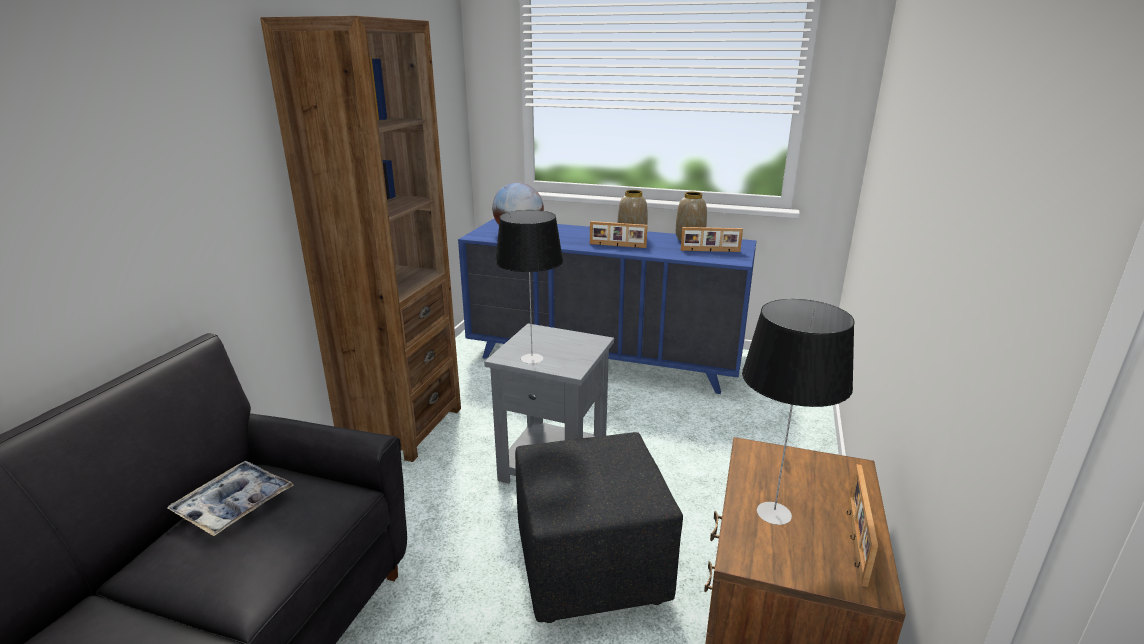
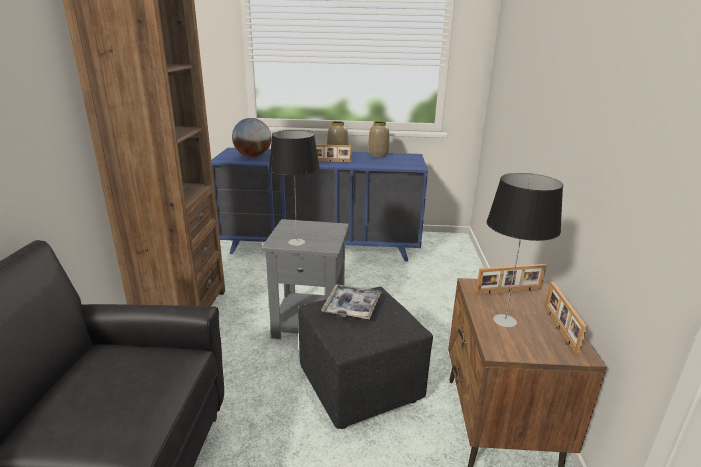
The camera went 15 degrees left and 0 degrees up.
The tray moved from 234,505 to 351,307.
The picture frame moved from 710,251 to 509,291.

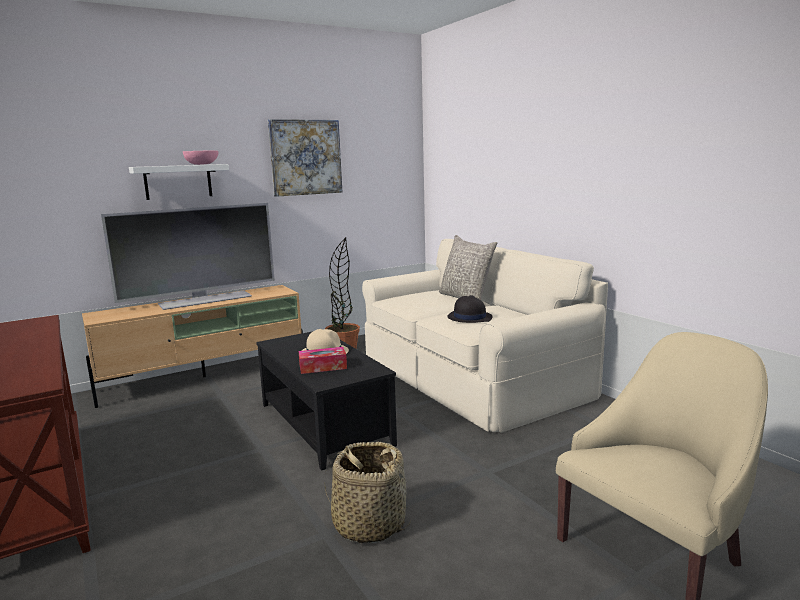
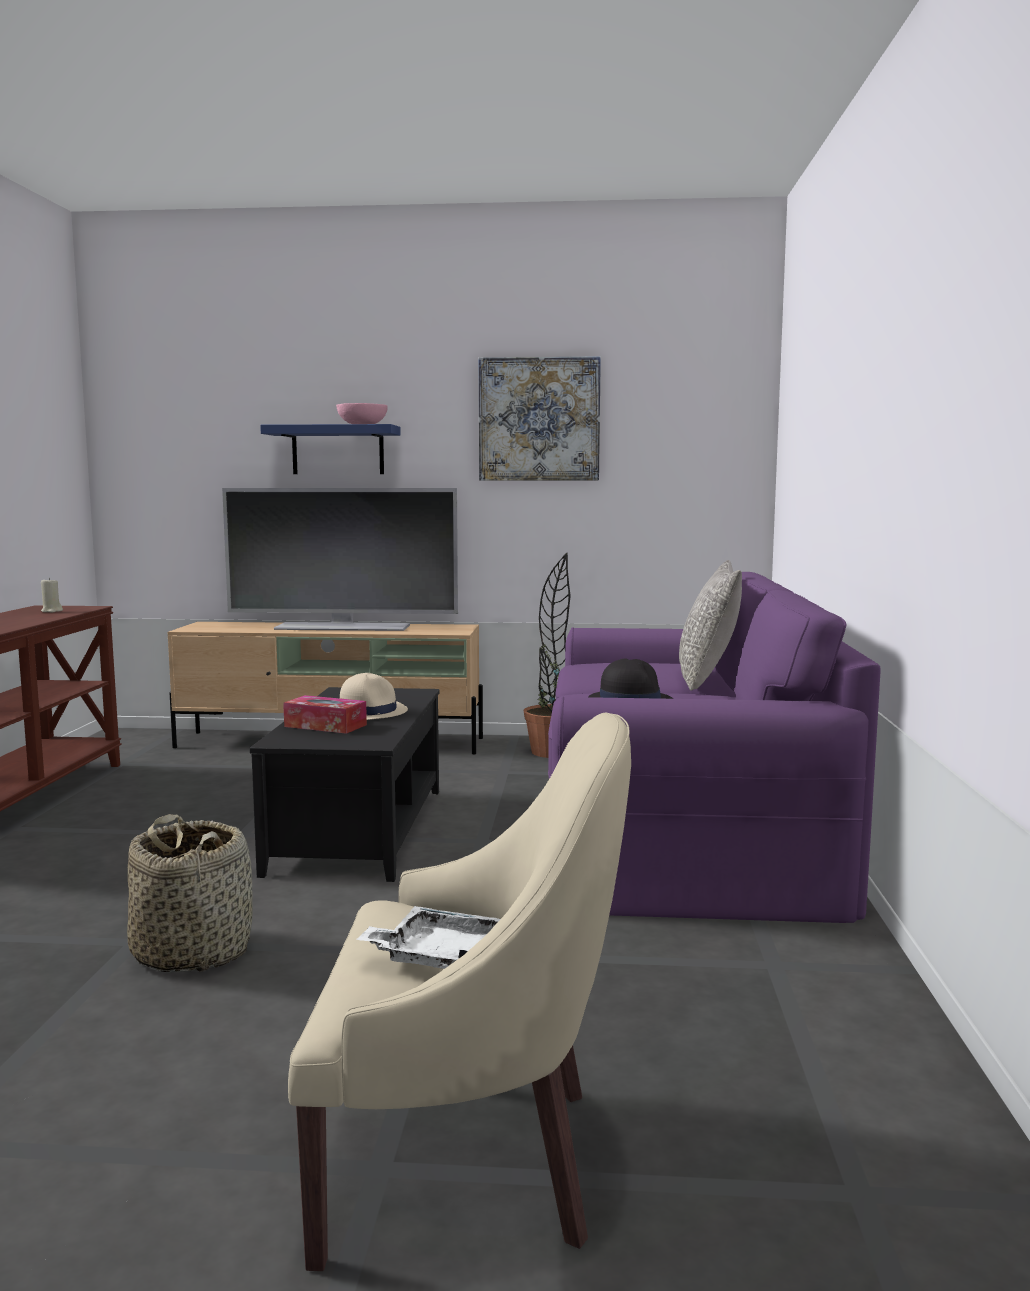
The camera went 35 degrees right and 5 degrees down.
The beige candle at 51,611 appeared.
The white shelf at 178,181 became the blue shelf at 338,450.
The white tray at 437,956 appeared.
The beige sofa at 471,376 became the purple sofa at 682,830.

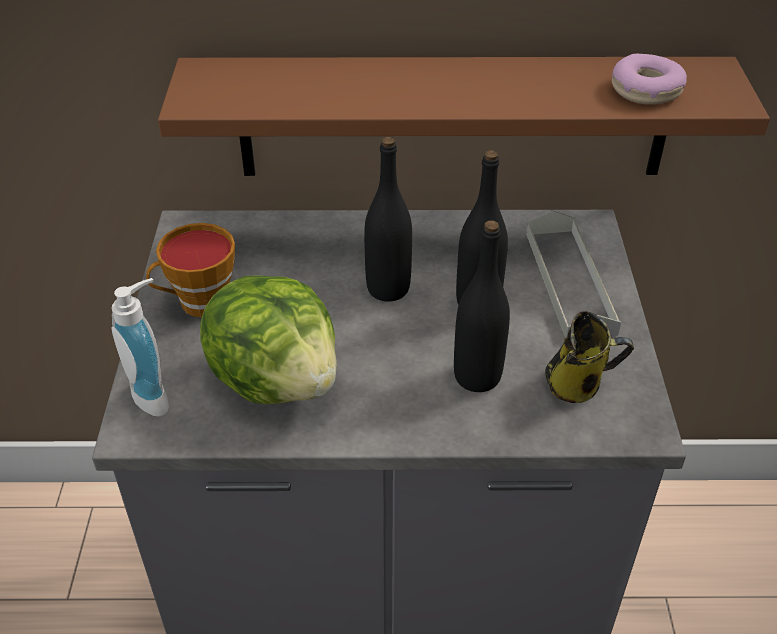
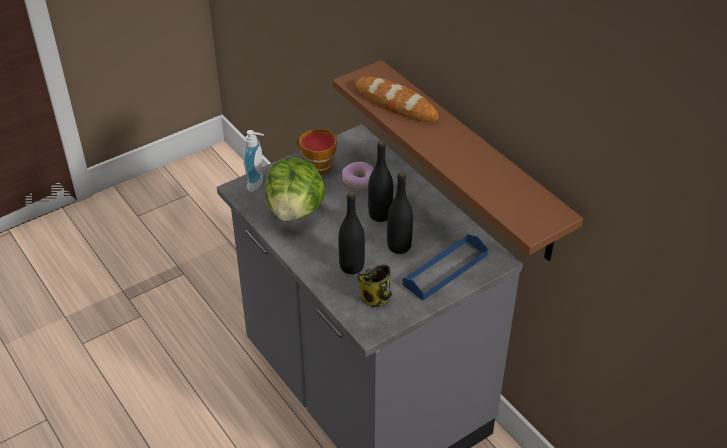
The camera went 55 degrees right and 0 degrees up.
The donut moved from 646,90 to 359,180.
The bread at 395,104 appeared.
The grey tray at 569,281 became the blue tray at 445,270.

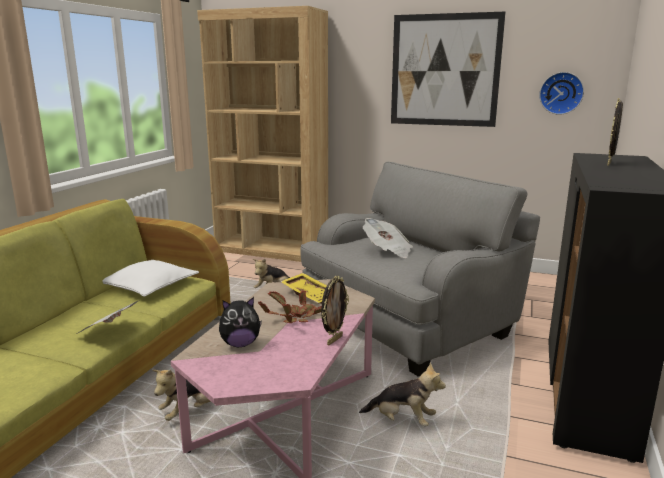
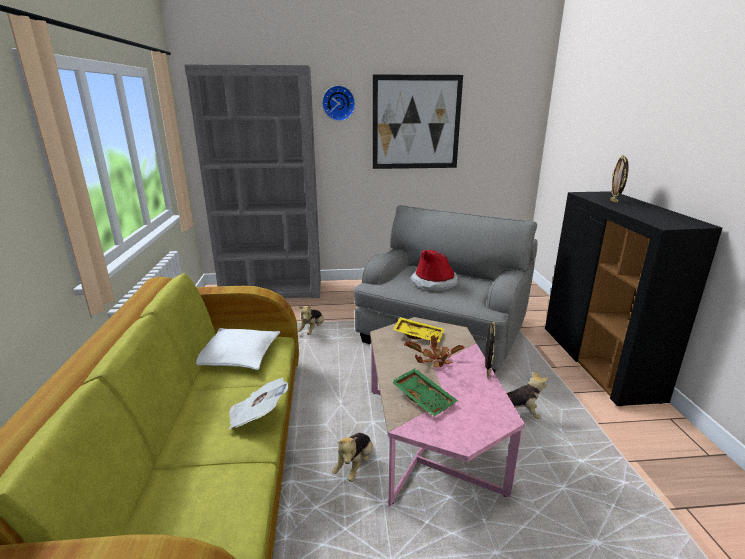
The camera went 25 degrees left and 5 degrees up.
The brown bookcase at 272,250 became the grey bookcase at 273,290.
The wall clock moved from 561,93 to 338,103.
The plush toy at 240,344 was replaced by the green tray at 424,397.
The newspaper at 387,251 was replaced by the hat at 434,283.

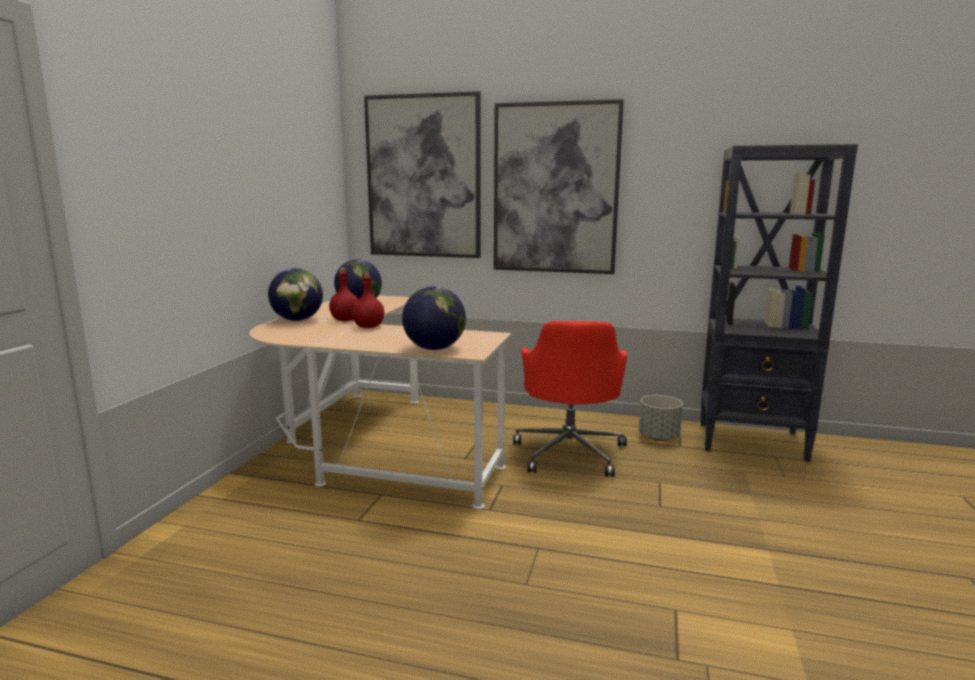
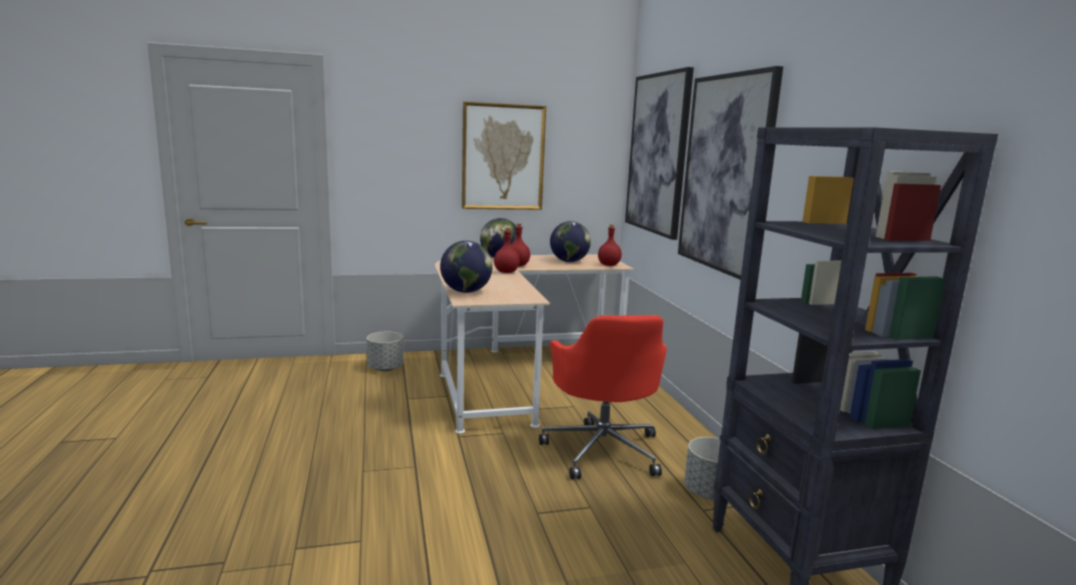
The camera went 60 degrees right and 0 degrees up.
The grey planter at 385,368 appeared.
The picture at 503,157 appeared.
The red office chair at 570,452 turned 75 degrees counterclockwise.
The red bottle at 609,265 appeared.

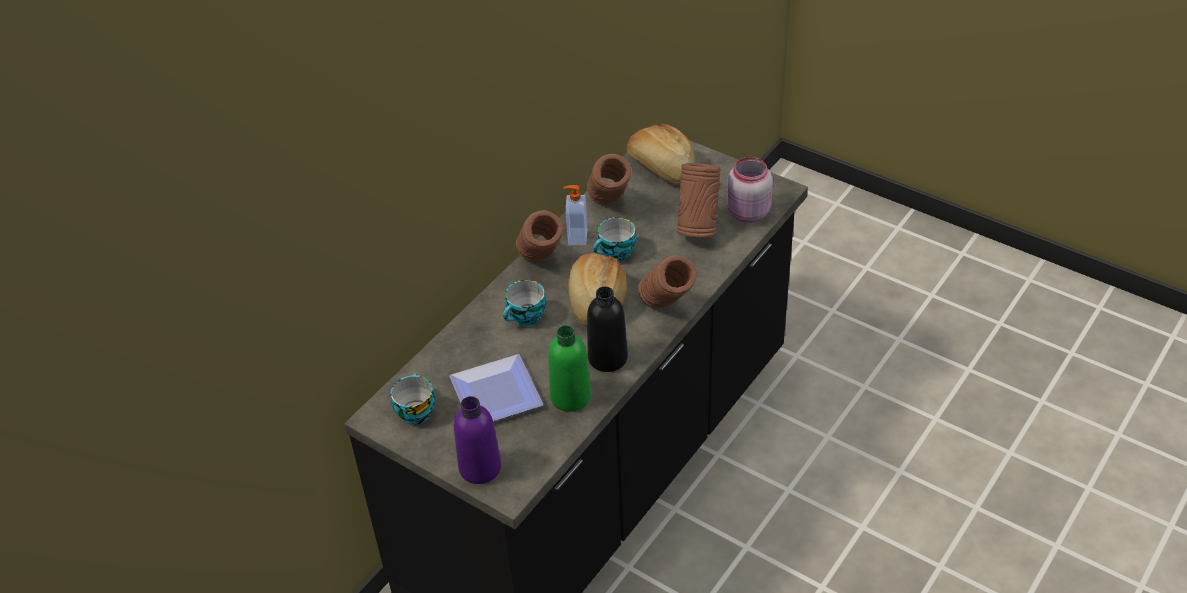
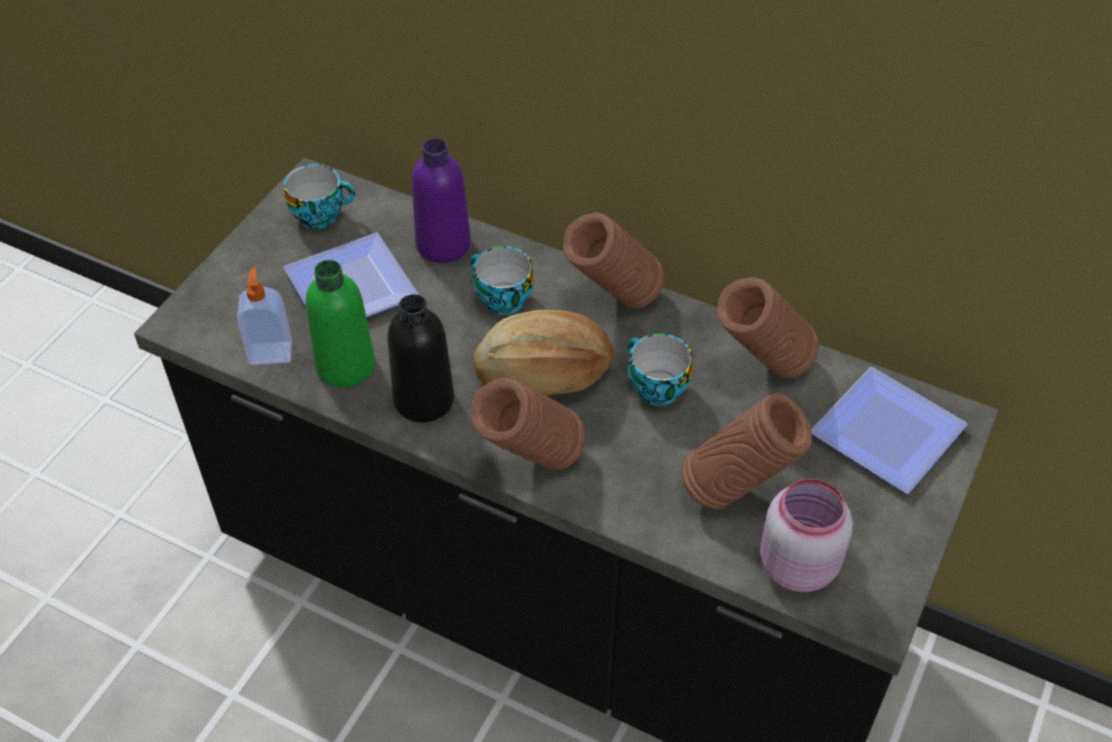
The camera went 80 degrees right and 5 degrees up.
The soap dispenser moved from 576,237 to 270,351.
The purple bottle moved from 480,468 to 443,244.
The bread at 661,167 was replaced by the plate at 885,428.

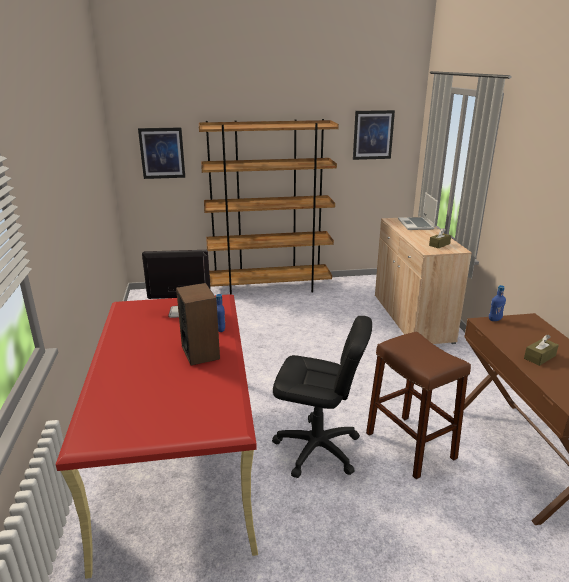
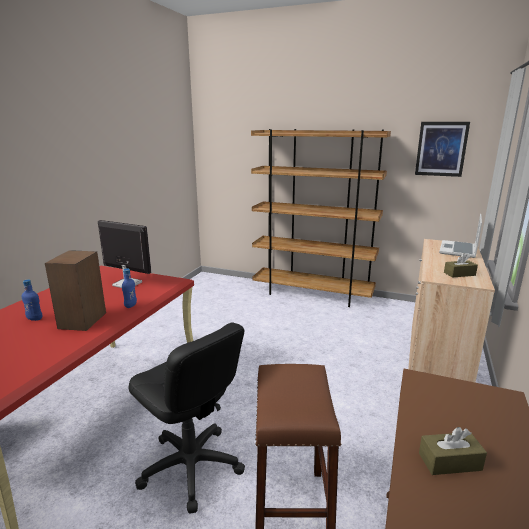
The camera went 30 degrees right and 5 degrees down.
The blue bottle moved from 494,319 to 34,319.
The picture at 162,153 disappeared.

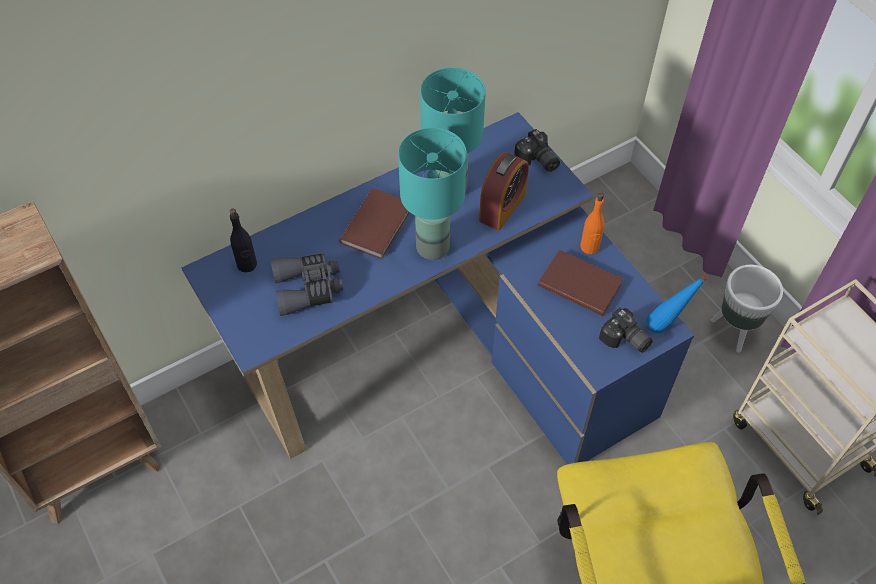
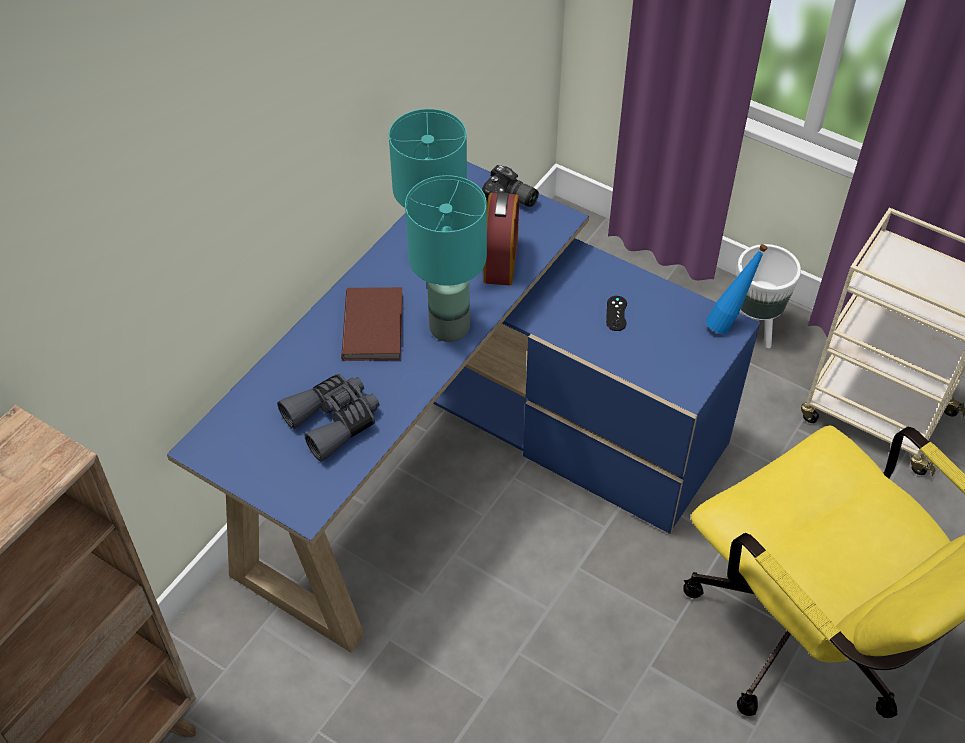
The camera went 25 degrees left and 5 degrees down.
The brown book at 579,283 was replaced by the black game controller at 616,313.
The black bottle at 247,264 disappeared.
The orange bottle at 589,247 disappeared.
The photo camera at 625,340 disappeared.

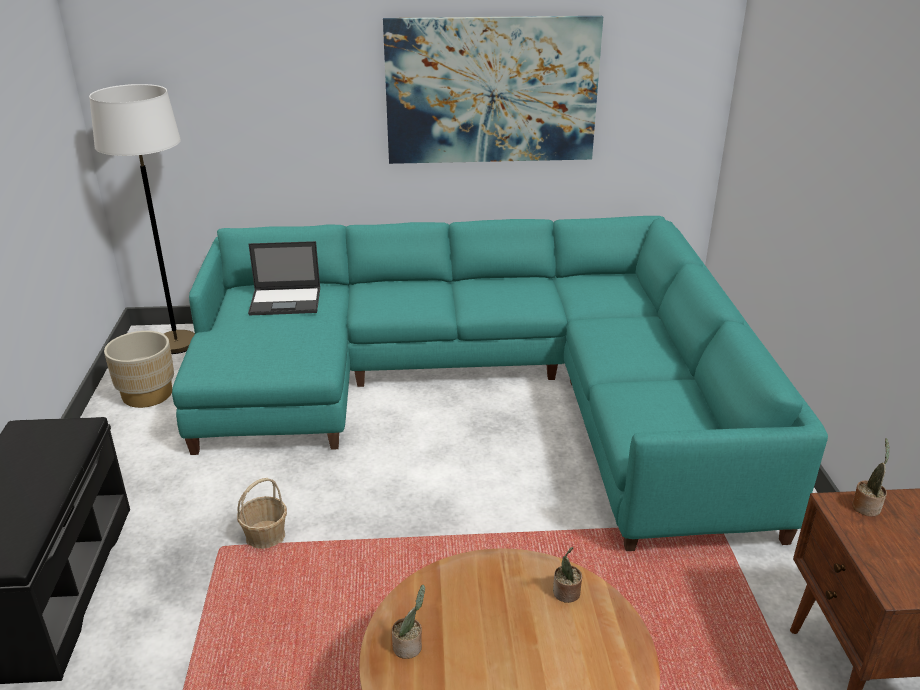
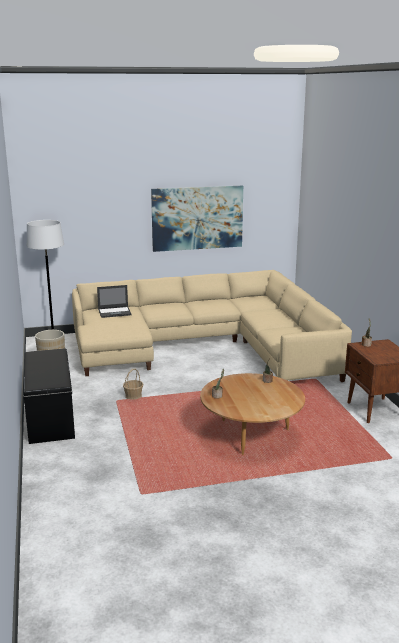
The camera went 10 degrees left and 10 degrees down.
The turquoise sofa at 488,386 became the beige sofa at 207,346.

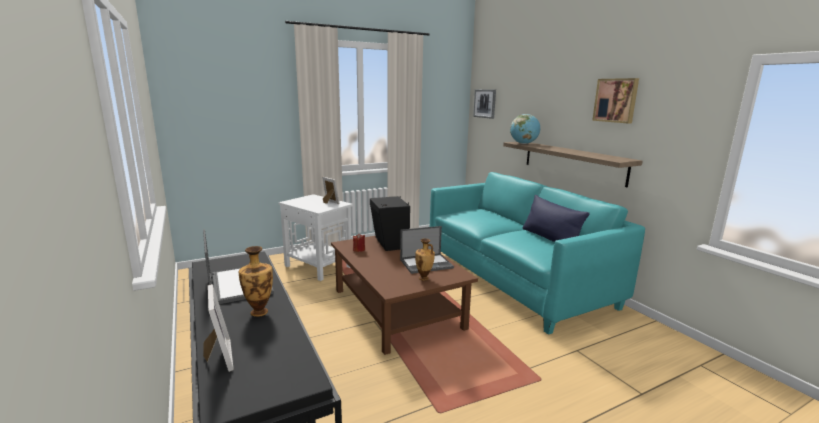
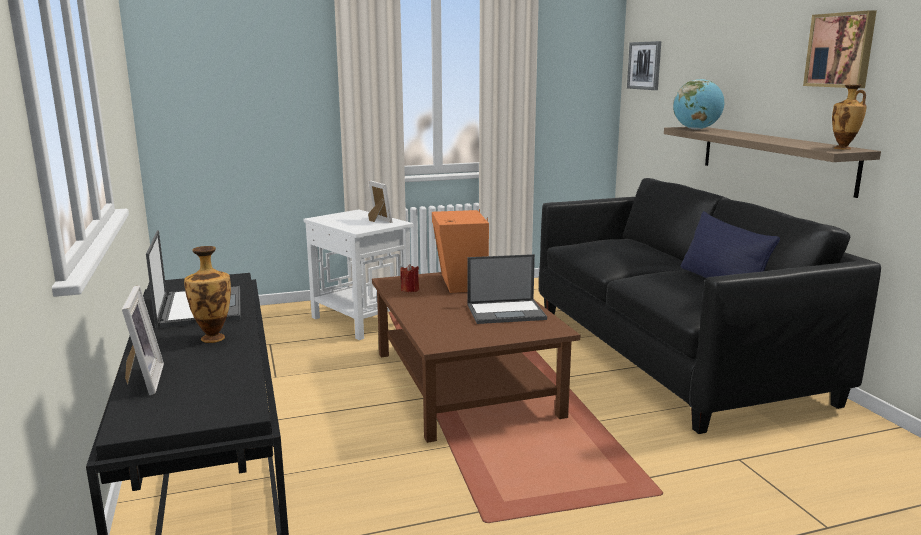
The camera went 10 degrees right and 0 degrees up.
The black speaker at 390,243 became the orange speaker at 460,283.
The turquoise sofa at 515,279 became the black sofa at 671,353.
The vase moved from 424,278 to 843,148.

